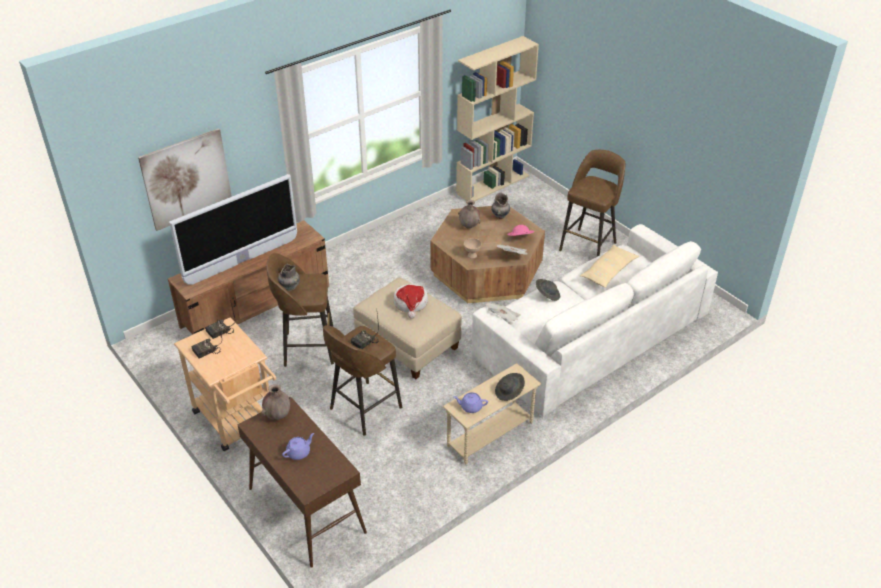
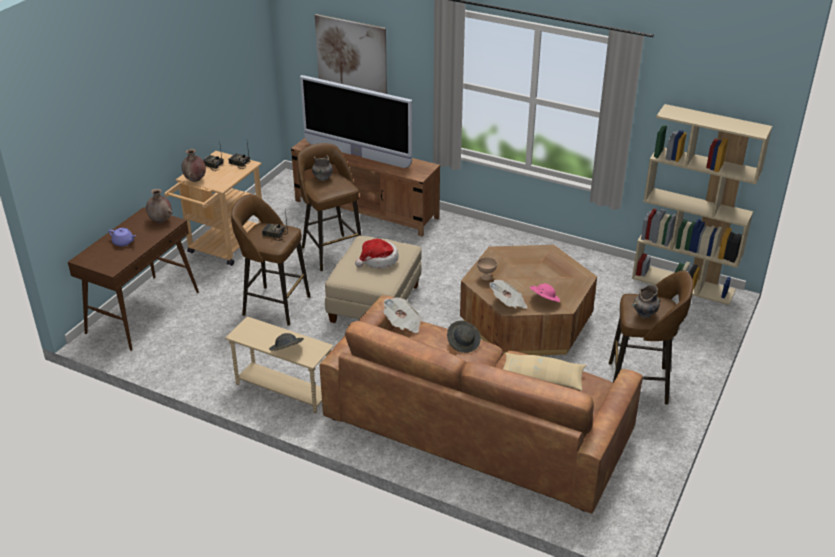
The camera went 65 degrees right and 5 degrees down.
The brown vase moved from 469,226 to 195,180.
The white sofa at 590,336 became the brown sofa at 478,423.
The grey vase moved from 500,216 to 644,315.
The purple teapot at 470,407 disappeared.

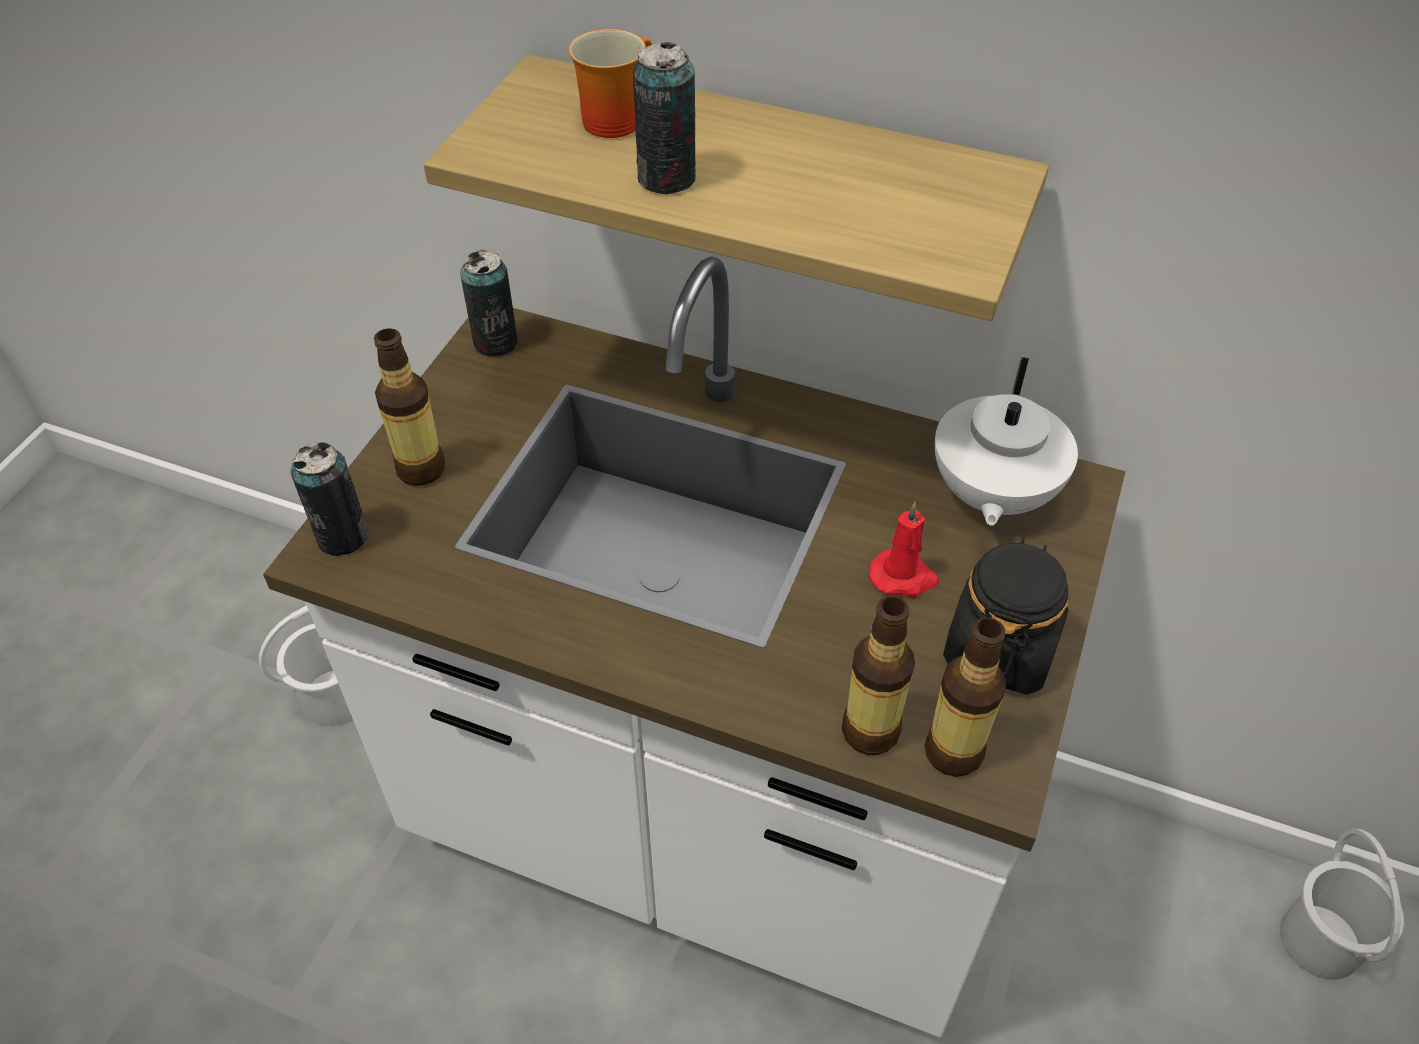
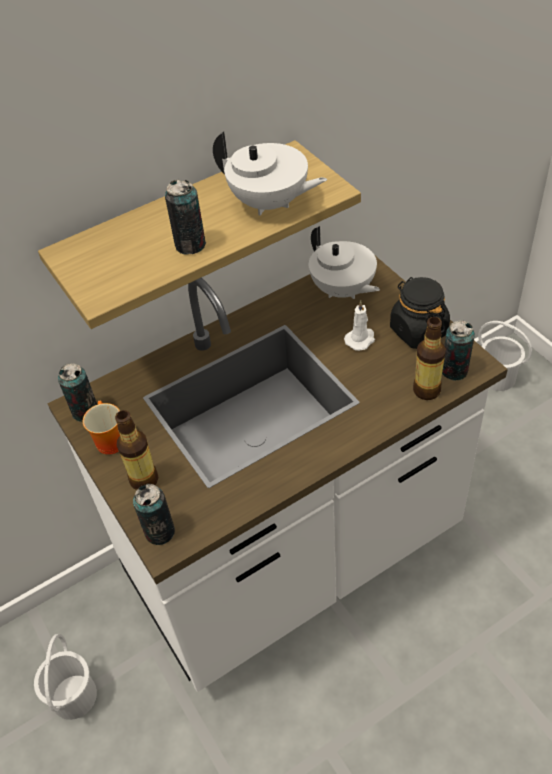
The camera went 50 degrees left and 0 degrees up.
The mug moved from 613,117 to 108,440.
The white teapot at 270,203 appeared.
The red candle at 903,577 became the white candle at 360,339.
The bottle at 953,752 was replaced by the can at 454,371.

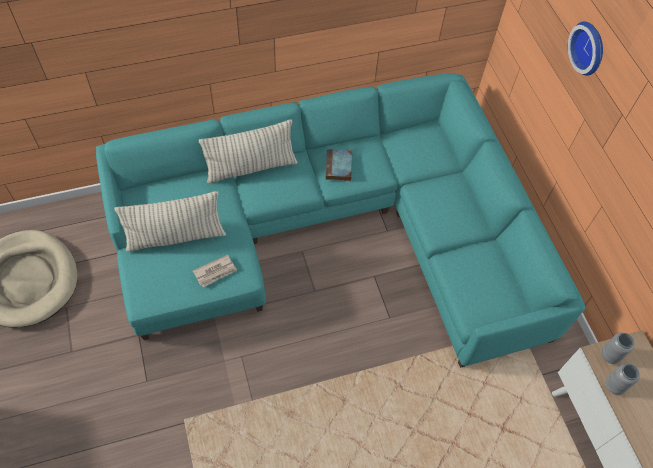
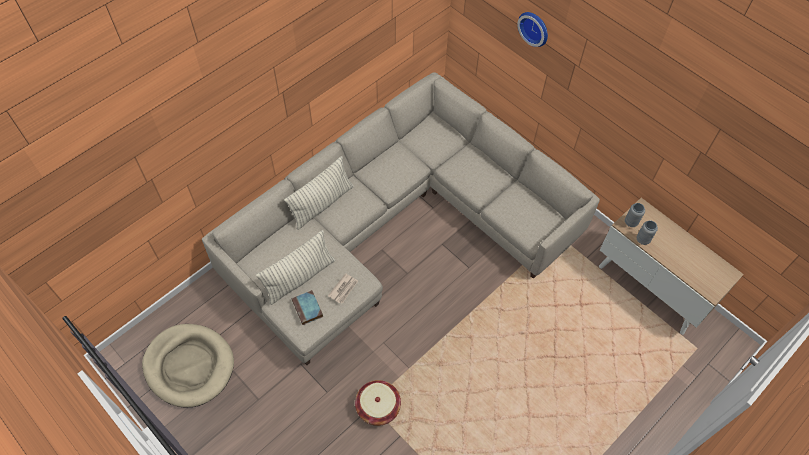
The camera went 25 degrees left and 0 degrees up.
The turquoise sofa at 333,230 became the beige sofa at 395,224.
The book moved from 339,167 to 308,309.
The basket at 378,407 appeared.

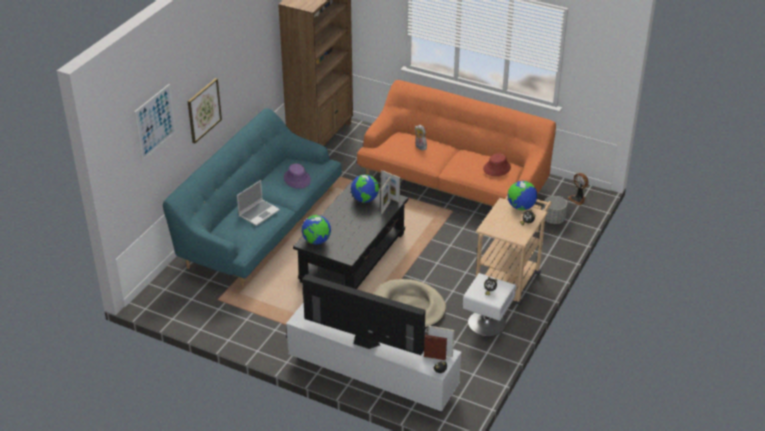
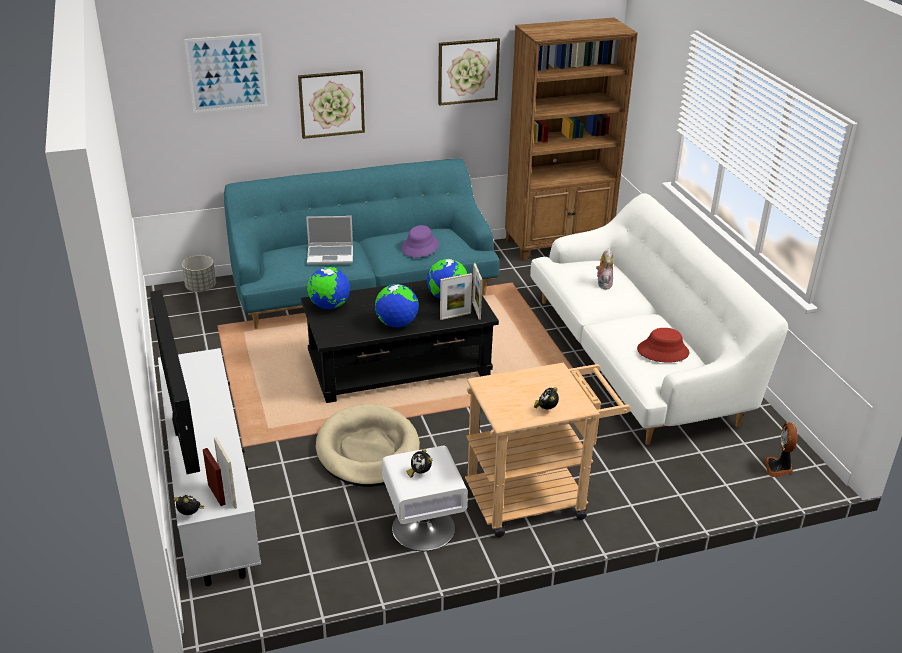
The camera went 45 degrees right and 5 degrees down.
The grey planter moved from 553,219 to 201,287.
The globe moved from 521,207 to 397,324.
The picture at 468,71 appeared.
The orange sofa at 454,181 became the white sofa at 636,358.

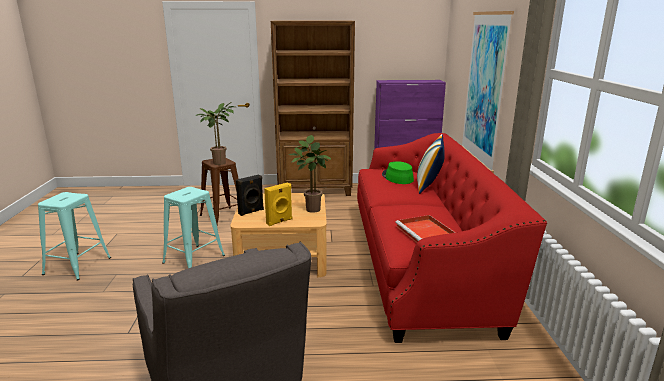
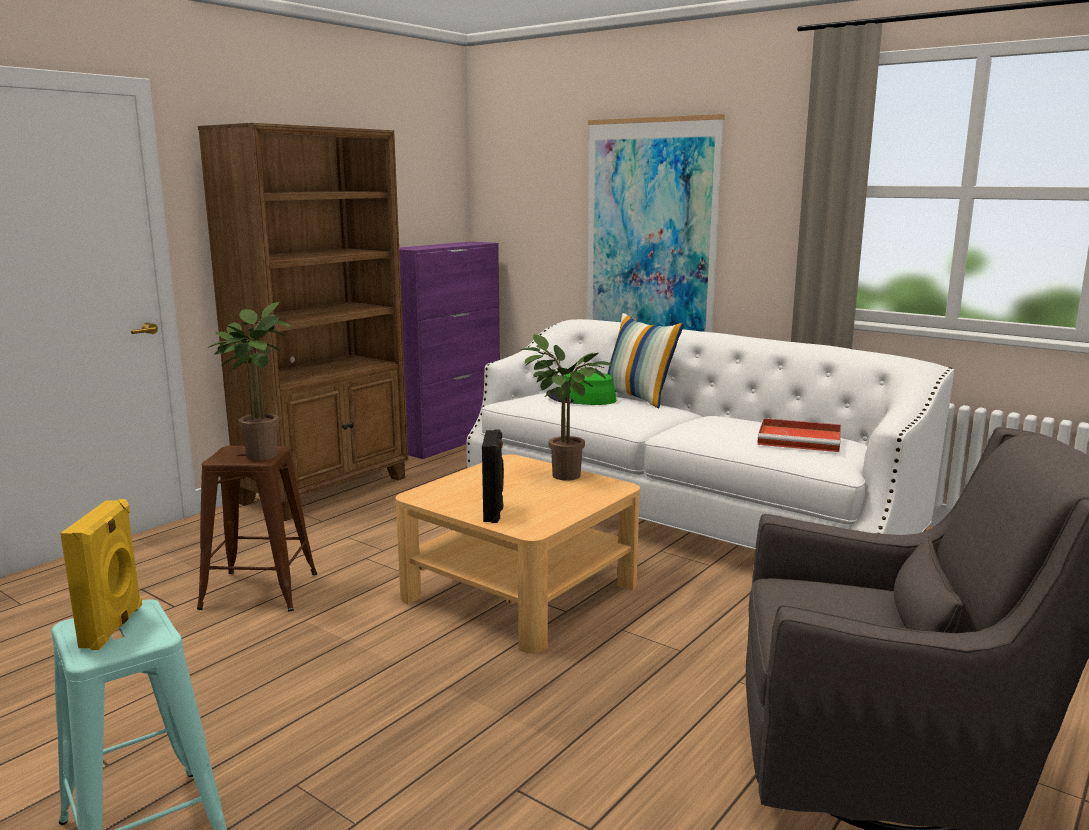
The camera went 50 degrees left and 5 degrees down.
The yellow speaker moved from 279,222 to 114,627.
The red sofa at 420,260 became the white sofa at 684,515.
The turquoise stool at 194,259 disappeared.

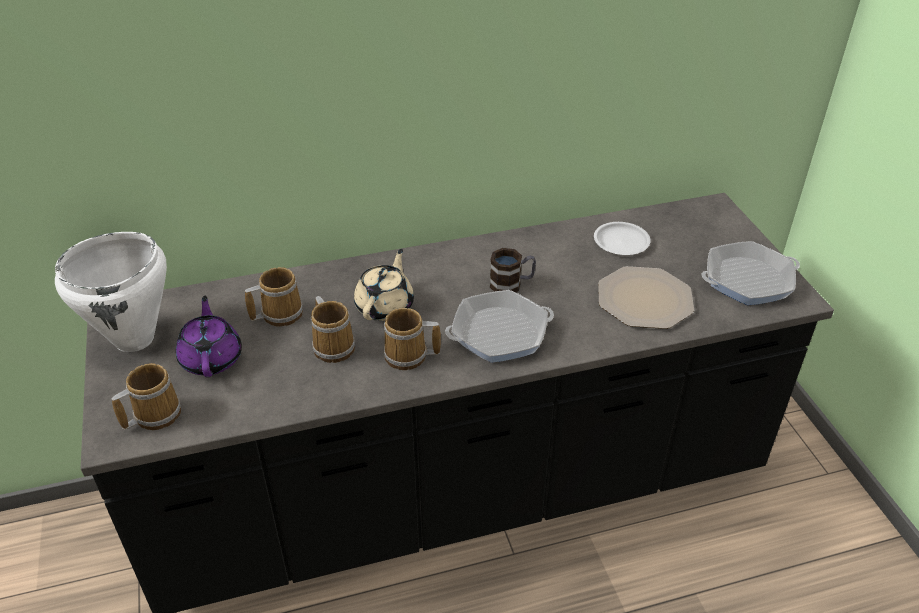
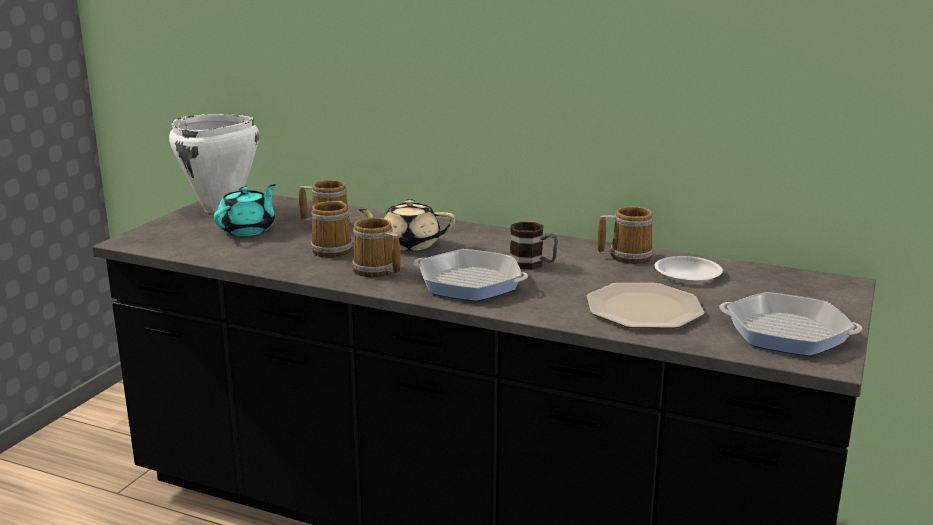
The camera went 40 degrees right and 20 degrees down.
The purple teapot at 212,358 became the turquoise teapot at 248,230.
The beige teapot at 385,306 turned 150 degrees counterclockwise.
The mug moved from 154,414 to 627,256.

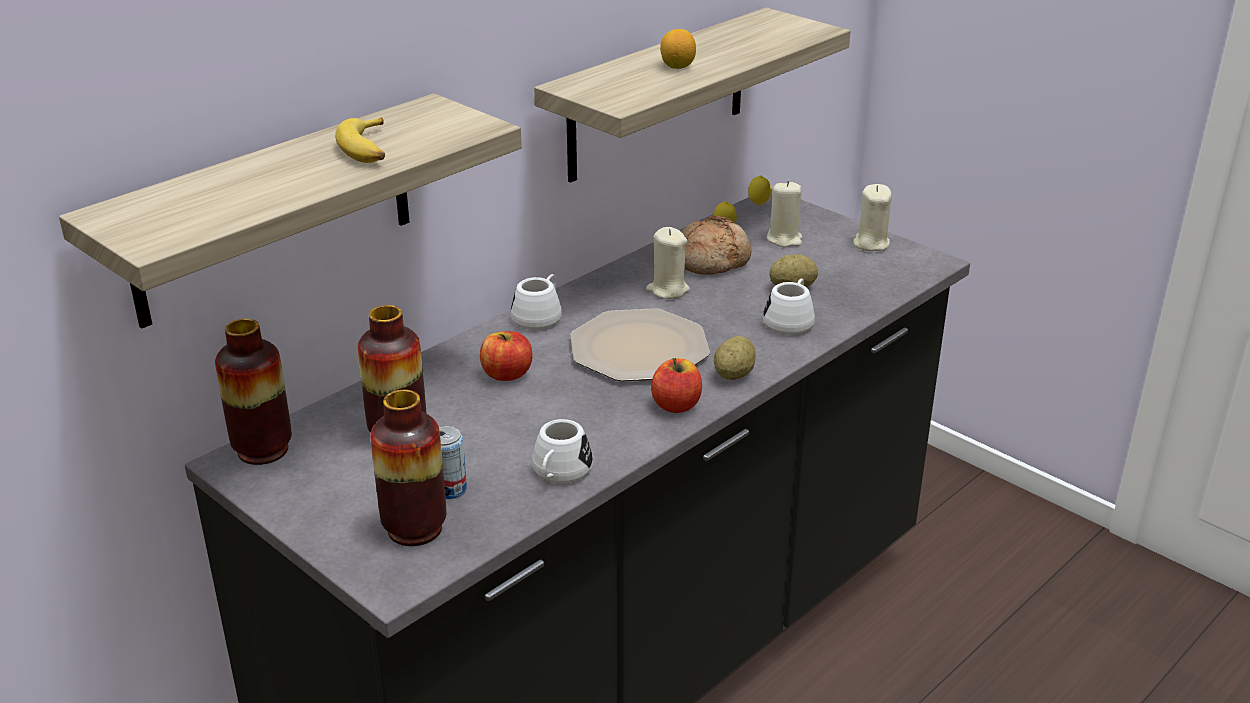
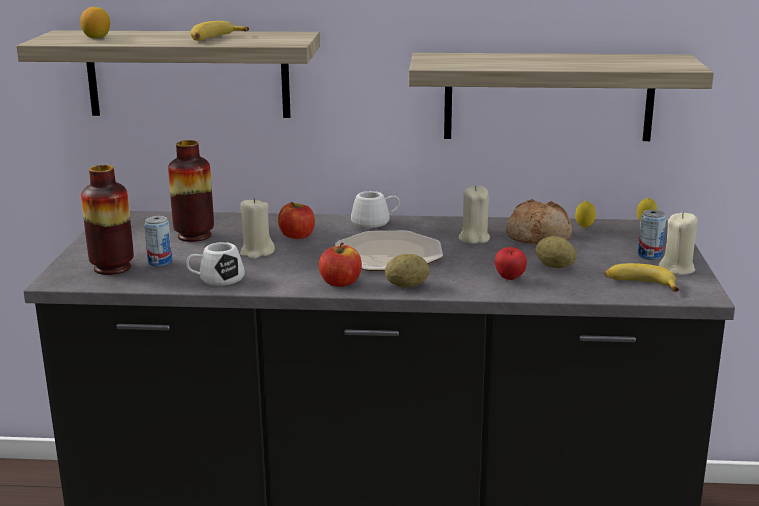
The camera went 50 degrees right and 10 degrees down.
The lemon moved from 677,66 to 96,37.
The beige candle moved from 784,239 to 256,252.
The white mug at 790,320 was replaced by the apple at 510,279.
The banana at 640,284 appeared.
The can at 649,256 appeared.
The vase at 263,450 disappeared.

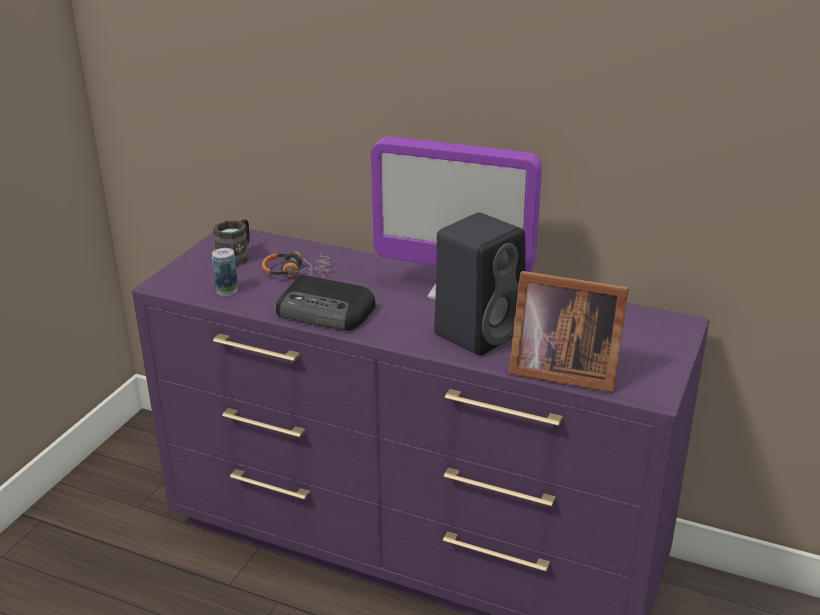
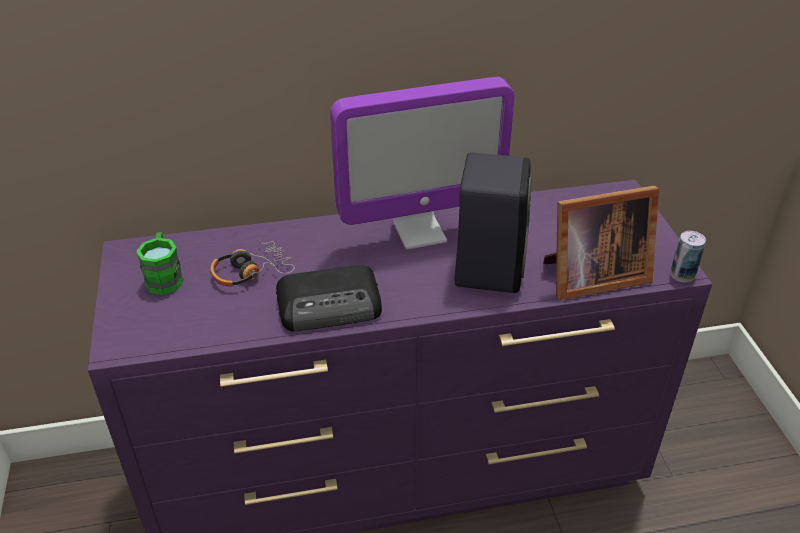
The camera went 35 degrees left and 10 degrees up.
The brown mug at 237,256 became the green mug at 164,276.
The can moved from 227,290 to 682,275.

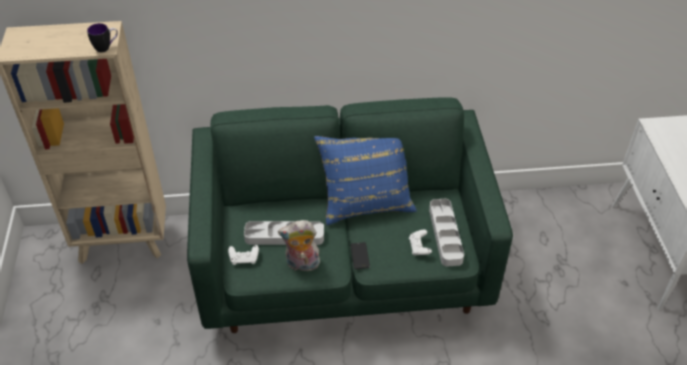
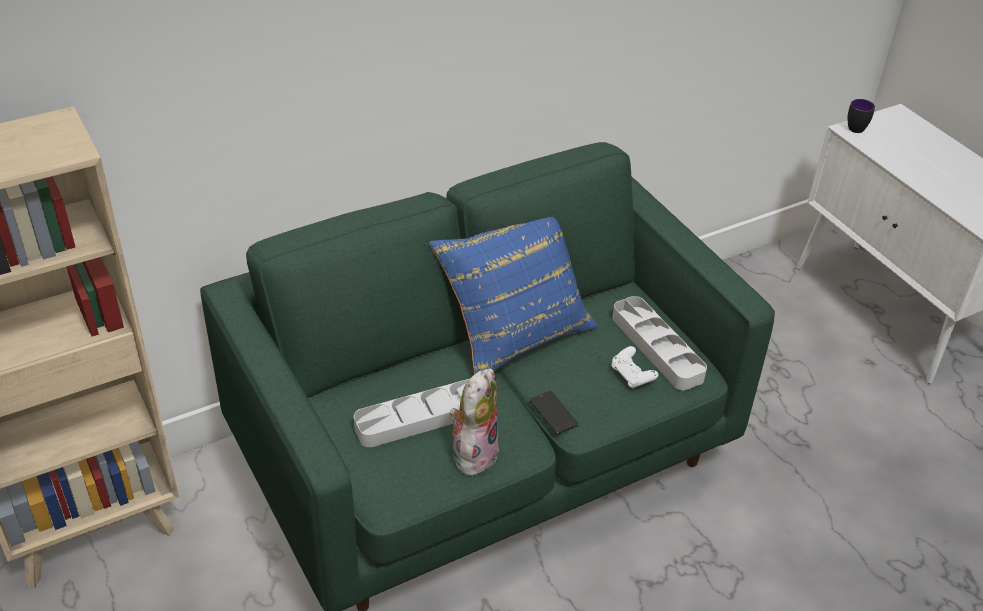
The camera went 25 degrees left and 5 degrees down.
The plush toy at 301,265 turned 135 degrees clockwise.
The mug moved from 106,47 to 858,127.
The white game controller at 244,259 disappeared.

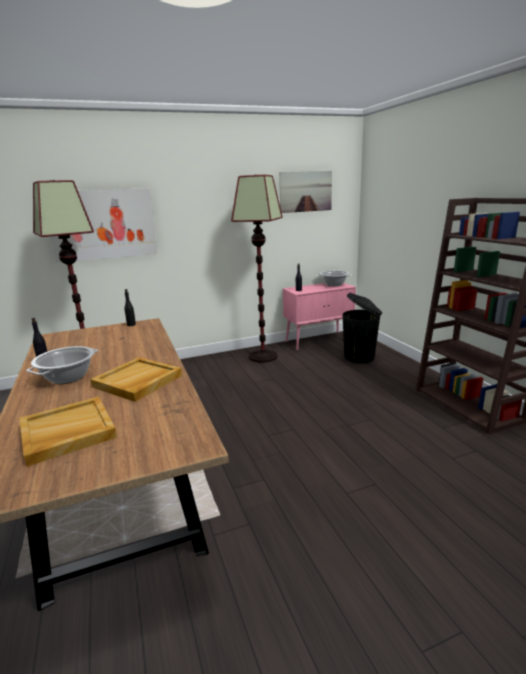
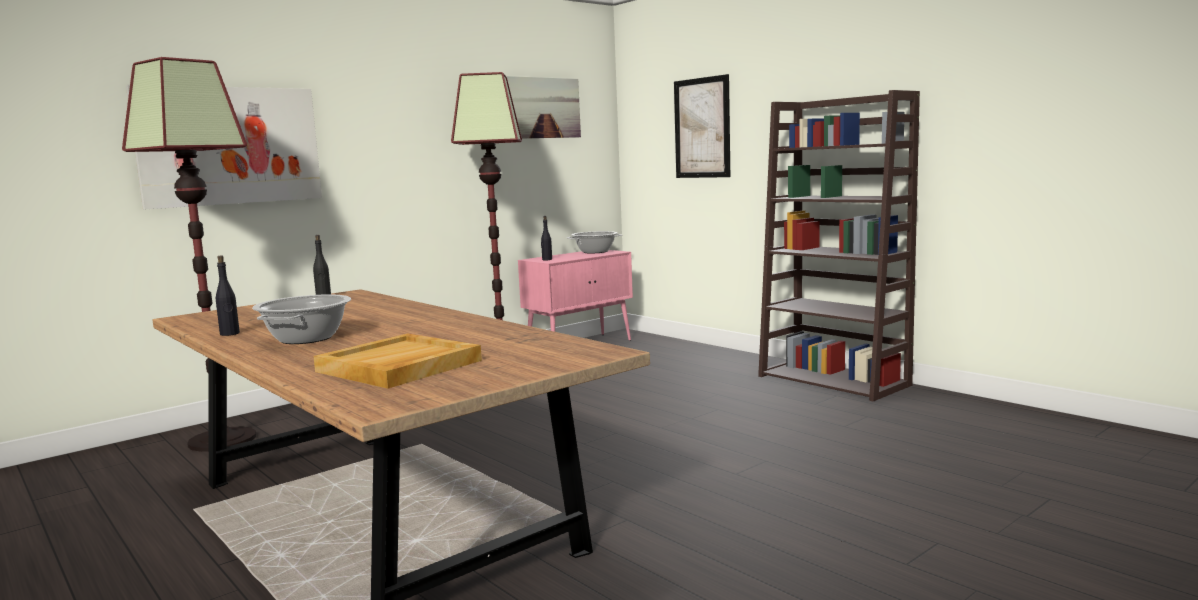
The camera went 20 degrees left and 10 degrees down.
The picture at 702,128 appeared.
The beige tray at 137,381 disappeared.
The black trash can at 360,357 disappeared.

